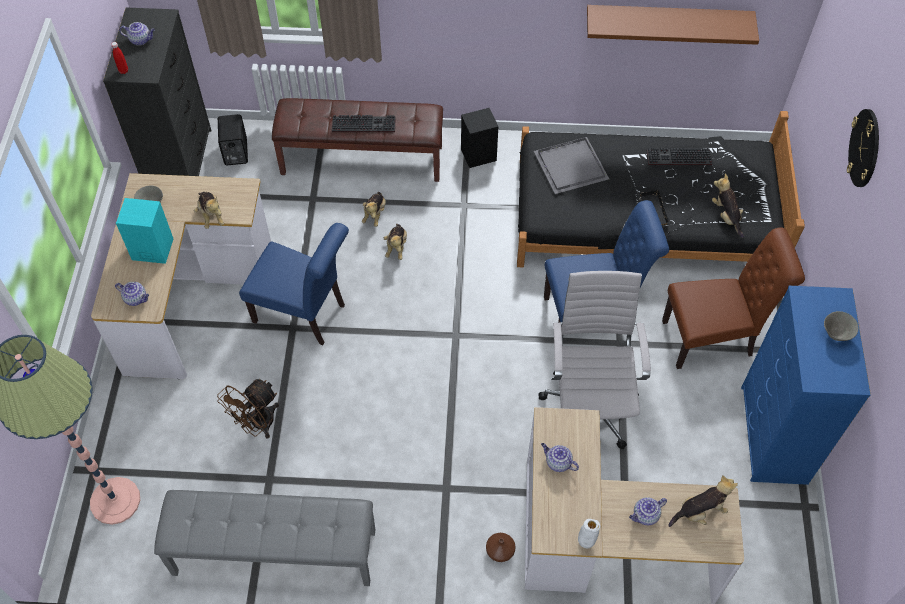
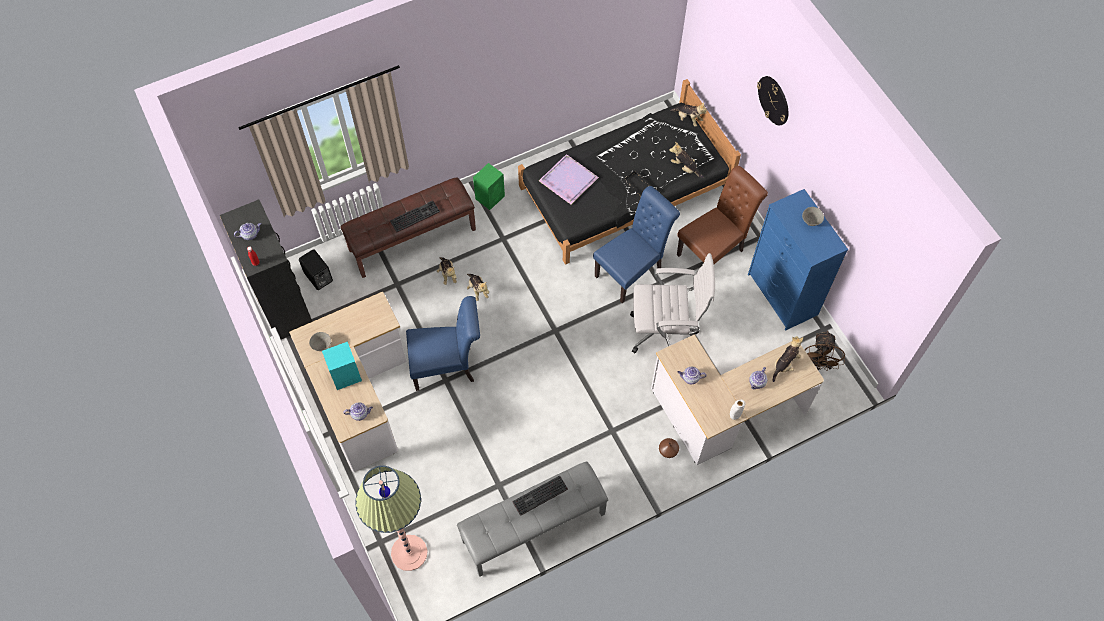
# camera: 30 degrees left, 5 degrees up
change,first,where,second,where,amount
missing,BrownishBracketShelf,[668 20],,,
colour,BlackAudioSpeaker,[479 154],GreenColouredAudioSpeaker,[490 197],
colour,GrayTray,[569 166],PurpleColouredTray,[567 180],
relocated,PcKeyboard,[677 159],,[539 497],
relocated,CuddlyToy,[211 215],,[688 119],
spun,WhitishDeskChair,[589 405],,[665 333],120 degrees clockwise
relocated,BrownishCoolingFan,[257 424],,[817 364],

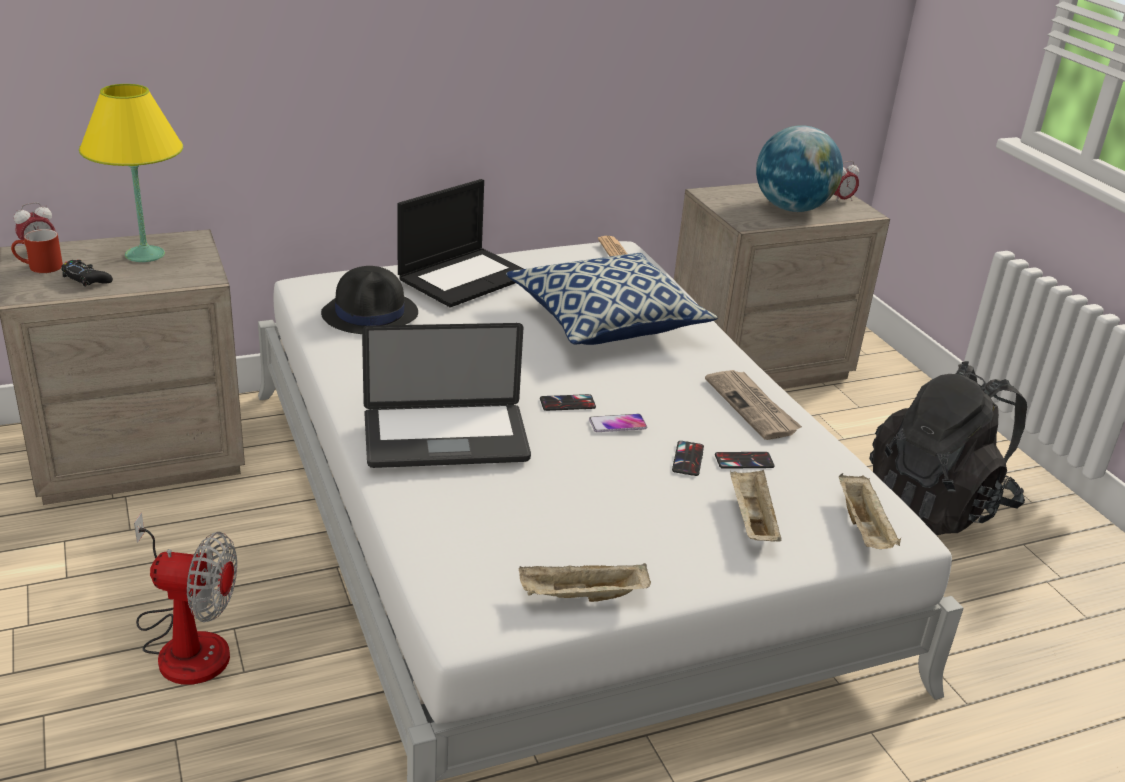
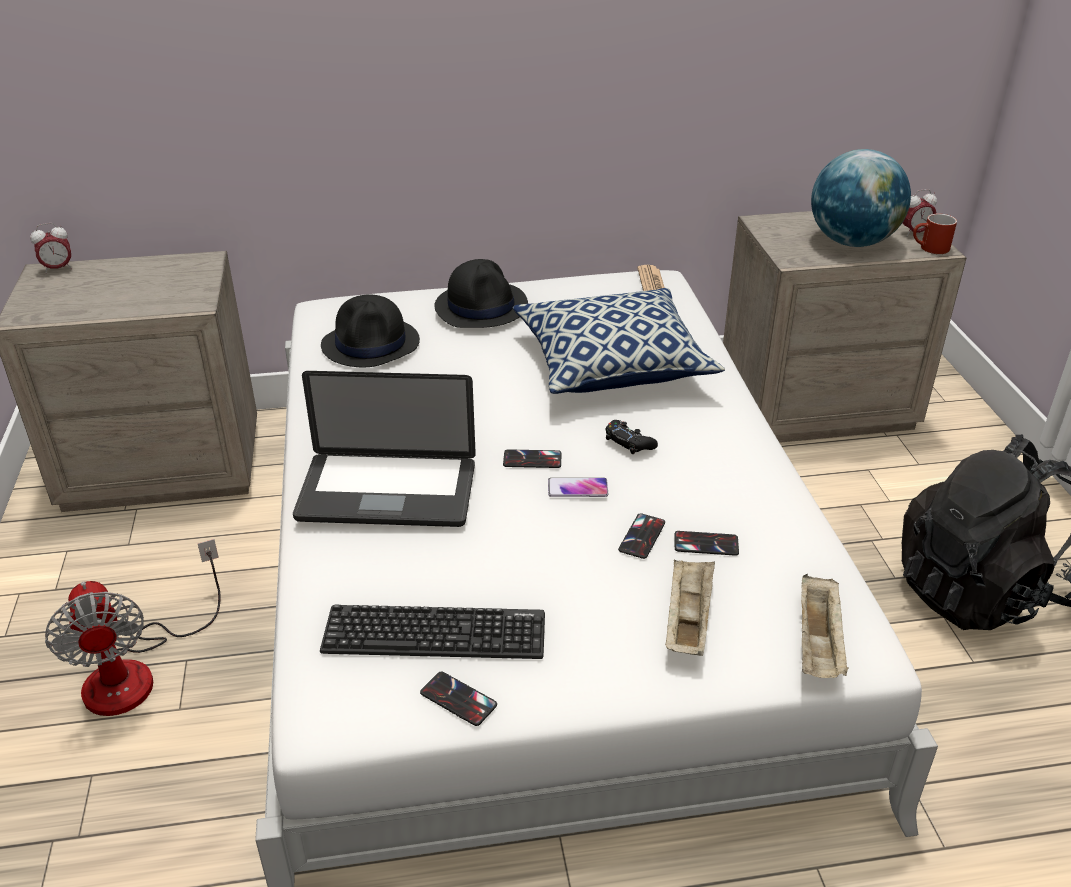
# camera: 15 degrees right, 5 degrees up
change,first,where,second,where,amount
missing,YellowColouredLampForATable,[145 255],,,
exchanged,Laptop,[465 277],BlackHat,[481 306],
relocated,RedColouredCoffeeMug,[39 267],,[929 249],
relocated,BlackGameController,[86 279],,[629 442],
missing,Newspaper,[752 407],,,
spun,CoolingFan,[186 642],,[137 670],45 degrees clockwise
exchanged,BeigeTray,[581 597],Handset,[458 699],
appeared,,,PcKeyboard,[434 633],

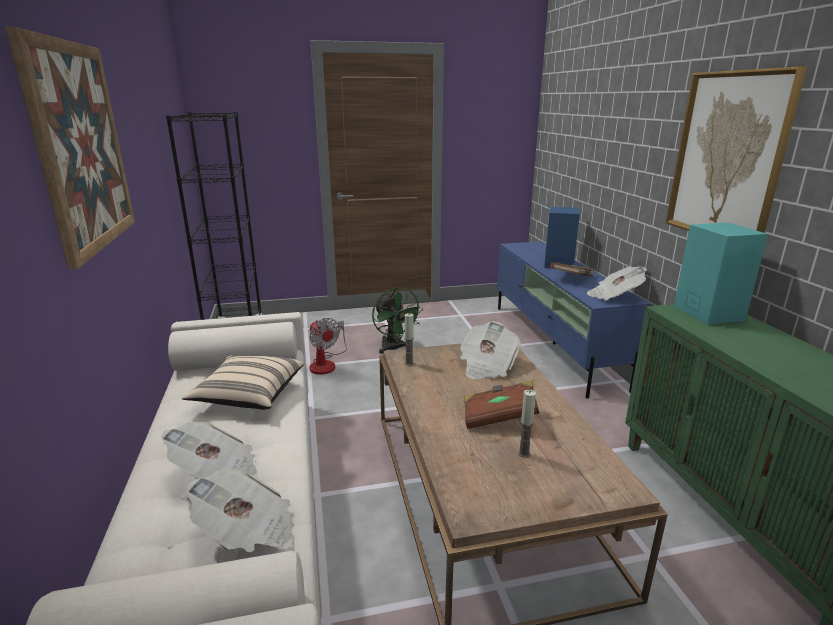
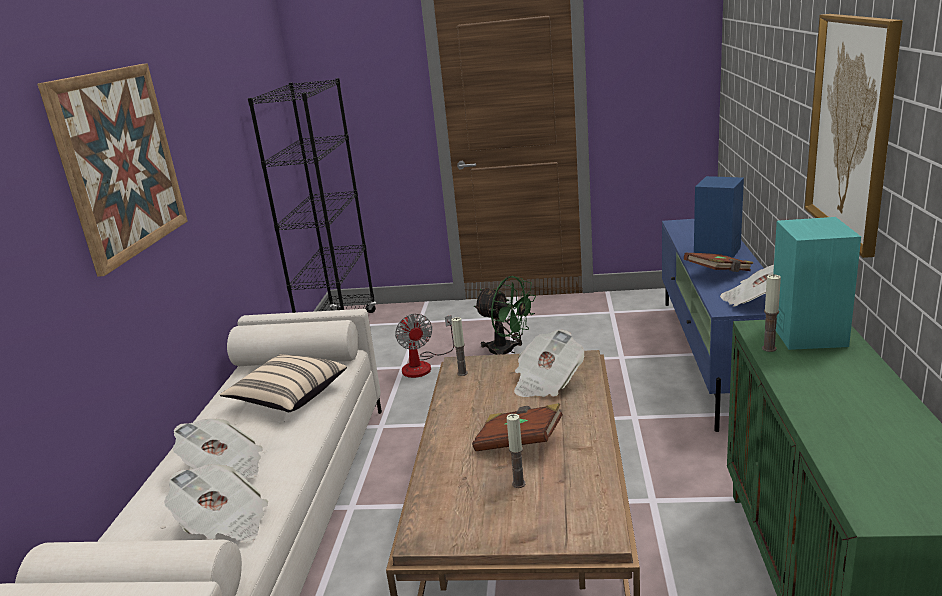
# camera: 20 degrees right, 0 degrees up
change,first,where,second,where,amount
spun,GreenColouredCoolingFan,[394 348],,[507 351],45 degrees counterclockwise
appeared,,,Candle,[769 348],

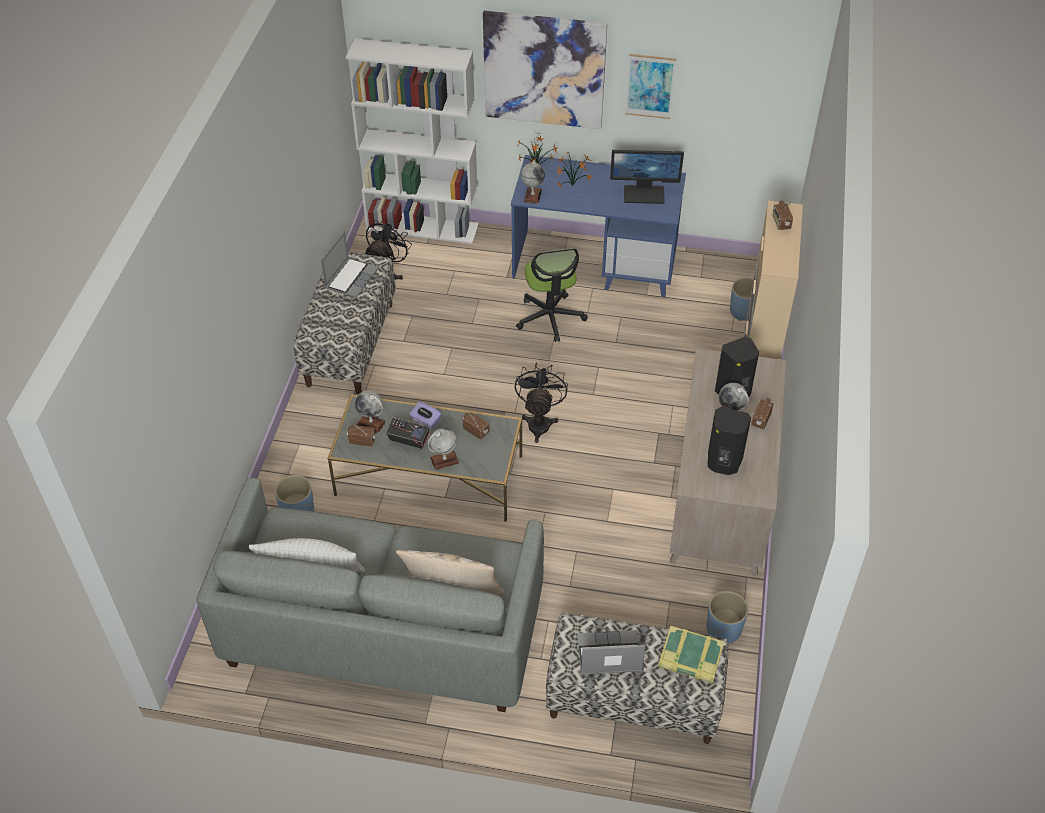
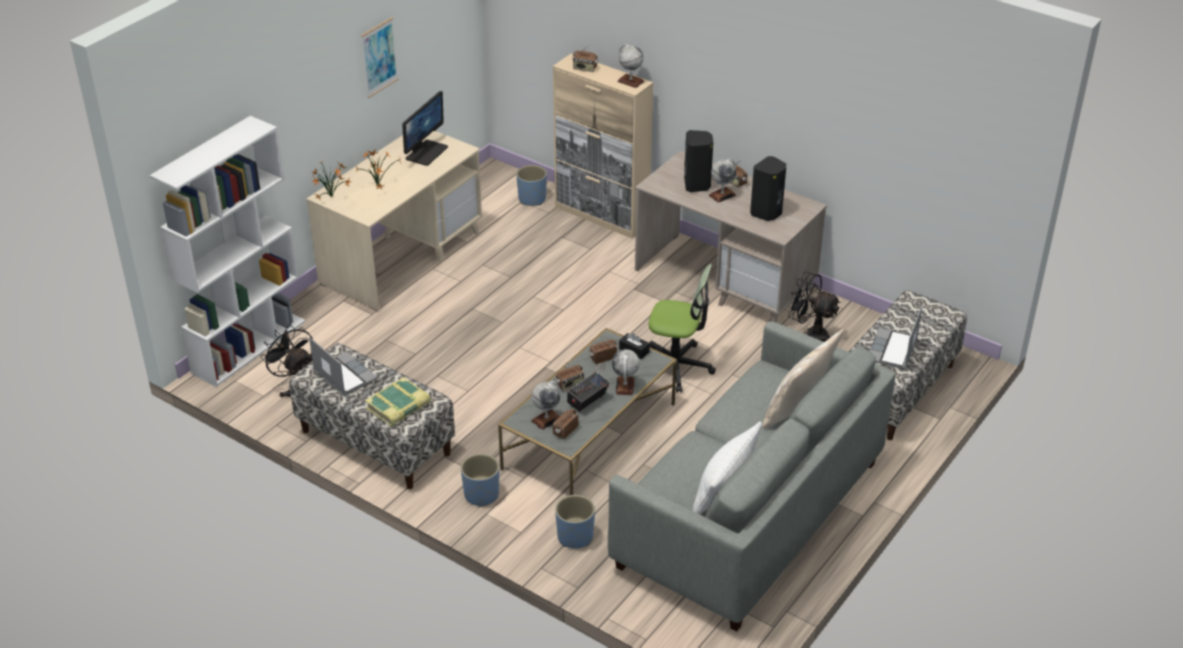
# camera: 65 degrees left, 10 degrees down
change,first,where,second,where,amount
missing,WallPicture,[544 70],,,
colour,BlueColouredDeskUnit,[596 263],BeigeDeskUnit,[402 256],
relocated,DeskGlobe,[532 196],,[630 81],
relocated,DeskChair,[550 317],,[676 367],
relocated,BlackCoolingFan,[539 422],,[810 334],
exchanged,PurpleColouredTissueHolder,[425 422],RadioReceiver,[570 385],
relocated,BlueColouredPlantPot,[723 628],,[481 495],
relocated,Volume,[690 659],,[398 406],
appeared,,,BlackTissueHolder,[634 350],

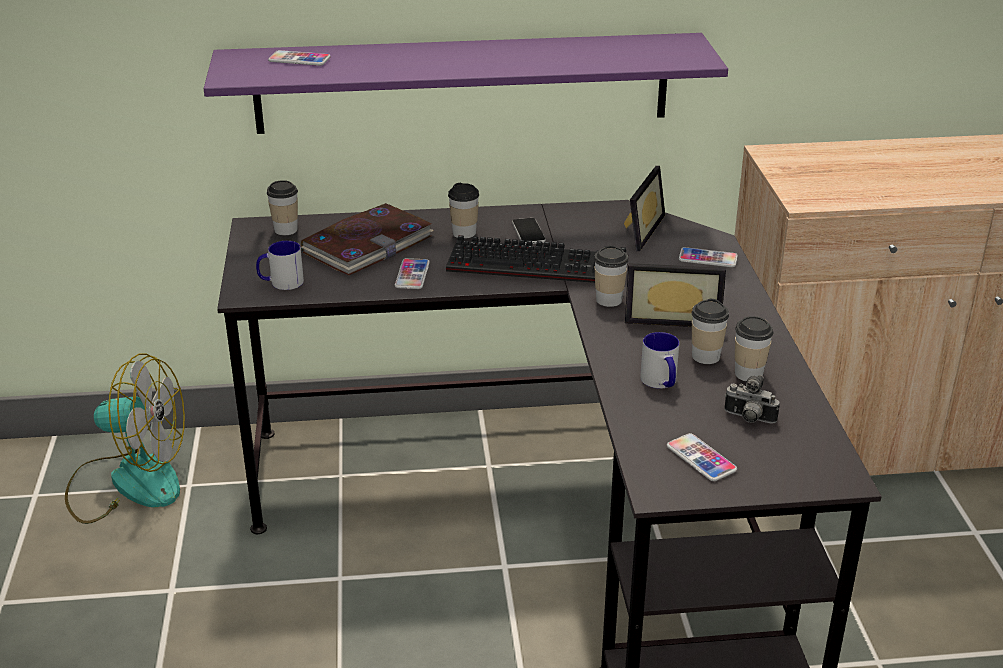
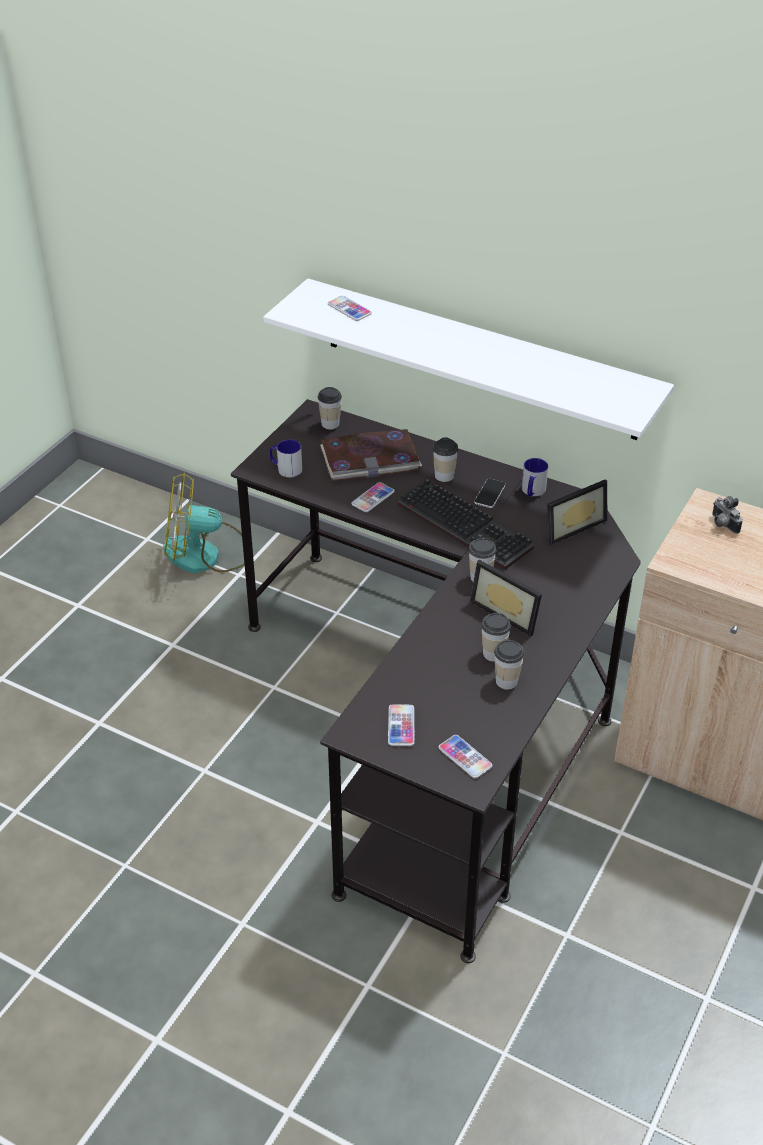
# camera: 35 degrees right, 10 degrees up
change,first,where,second,where,amount
colour,PurpleColouredBracketShelf,[462 83],WhitishBracketShelf,[479 359],
relocated,Handset,[708 258],,[465 757],
relocated,CoffeeMug,[661 382],,[532 492],
spun,CoolingFan,[128 481],,[205 555],135 degrees clockwise
relocated,StillCamera,[748 419],,[722 525],

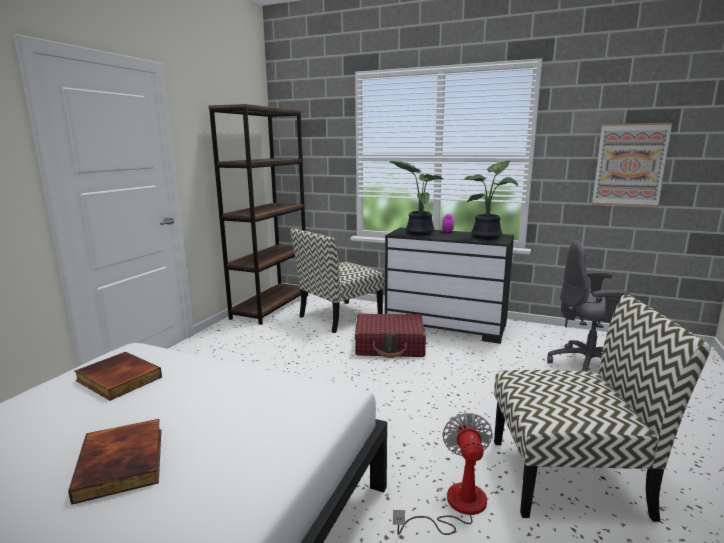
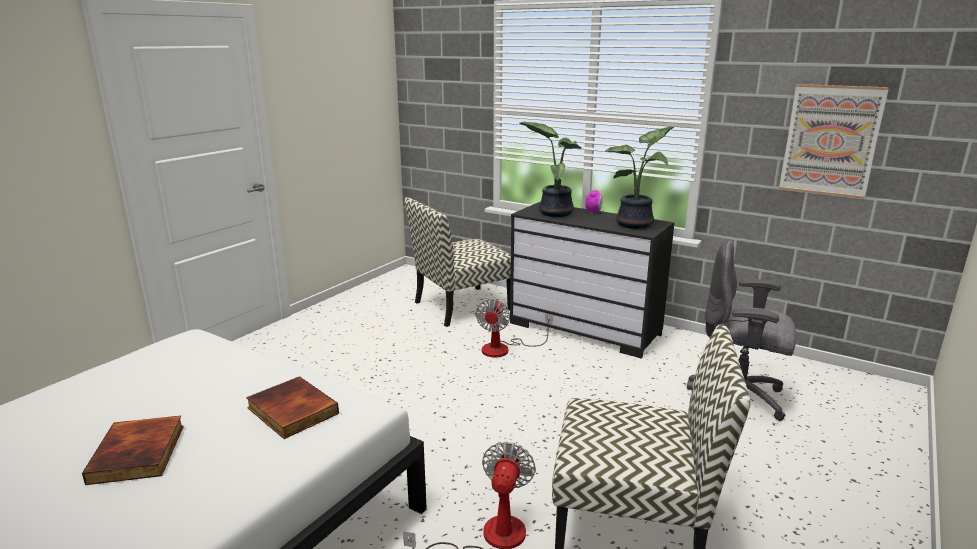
# camera: 10 degrees right, 5 degrees up
change,first,where,second,where,amount
missing,BrownishBookshelf,[271 306],,,
exchanged,RedColouredSuitcase,[390 345],CoolingFan,[504 349],
relocated,Volume,[117 379],,[291 411],

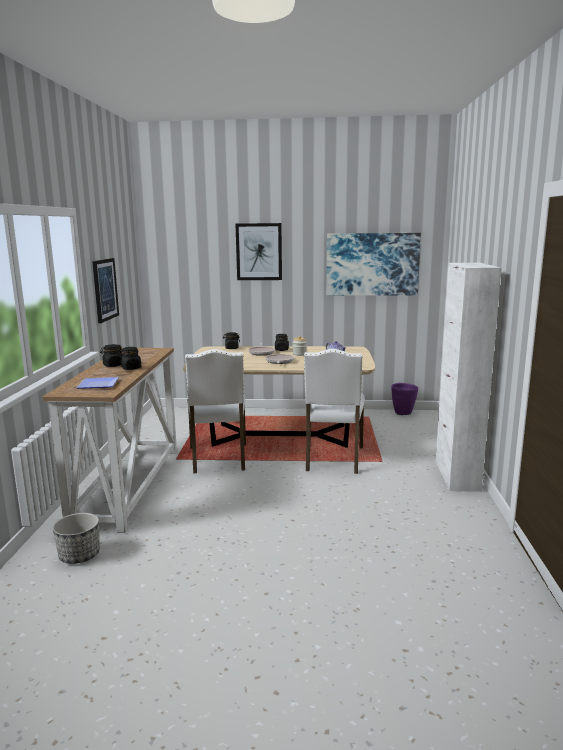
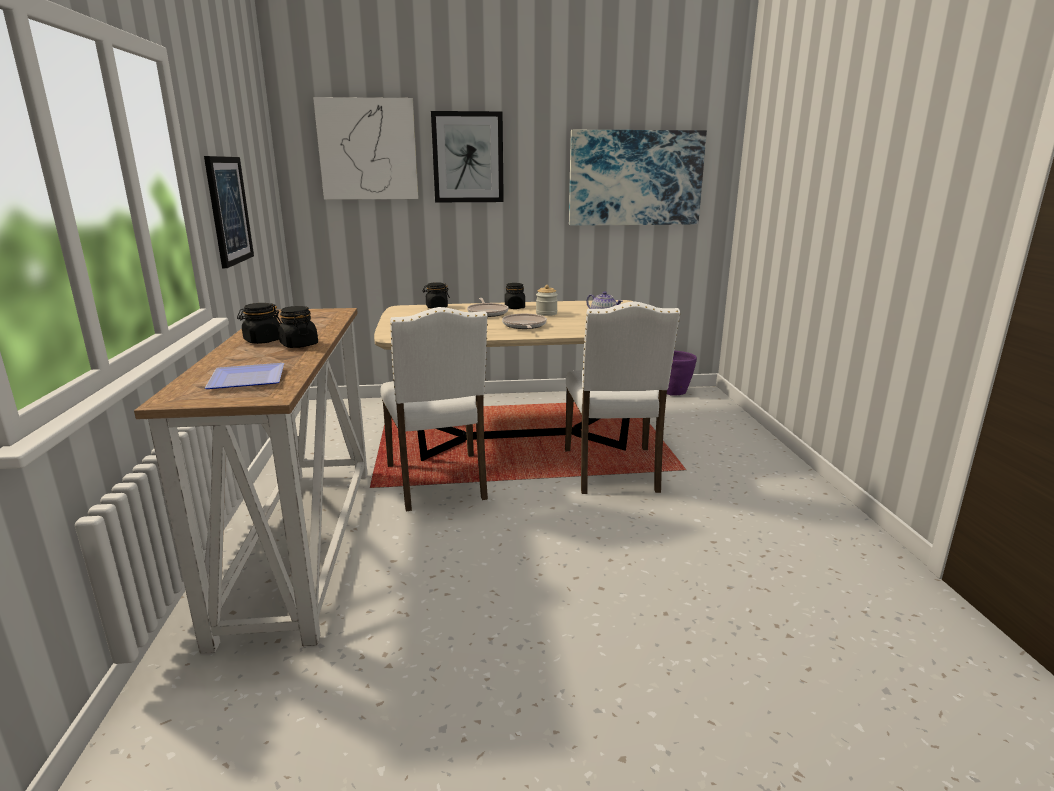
# camera: 10 degrees left, 5 degrees up
change,first,where,second,where,amount
missing,WhitishStorageCabinet,[456 476],,,
missing,PlantPot,[79 555],,,
appeared,,,WallPicture,[368 149],

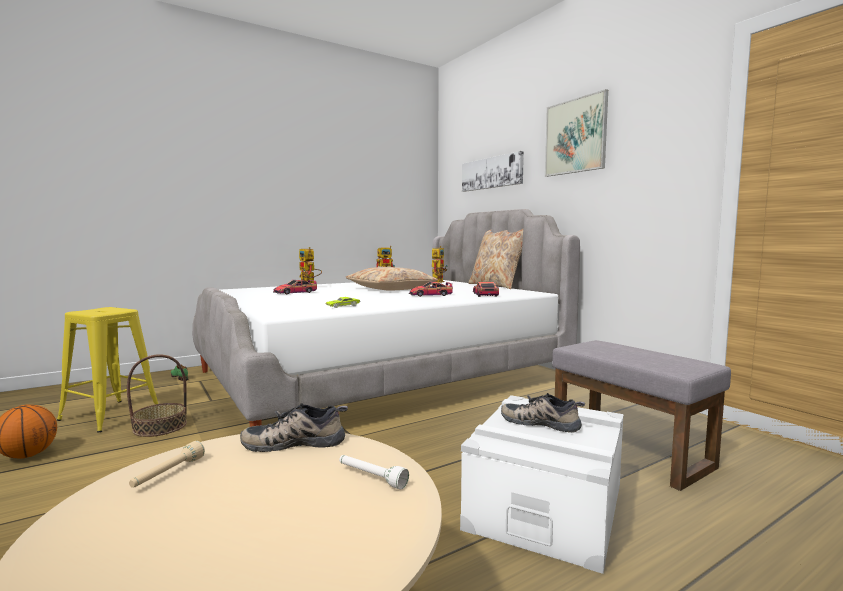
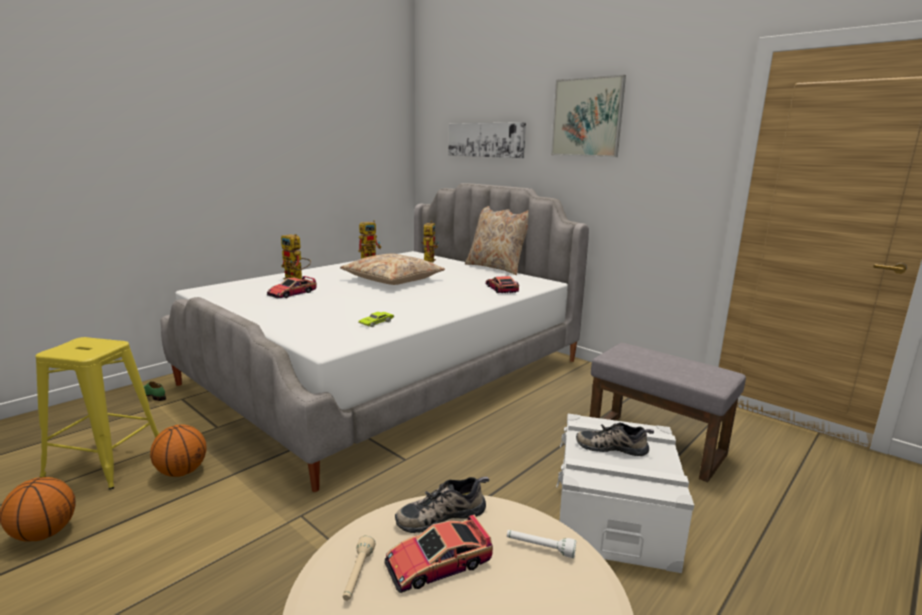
# camera: 15 degrees left, 10 degrees up
change,first,where,second,where,amount
relocated,ToyCar,[430 295],,[437 563],
exchanged,StorageBasket,[160 427],Basketball,[182 472],

